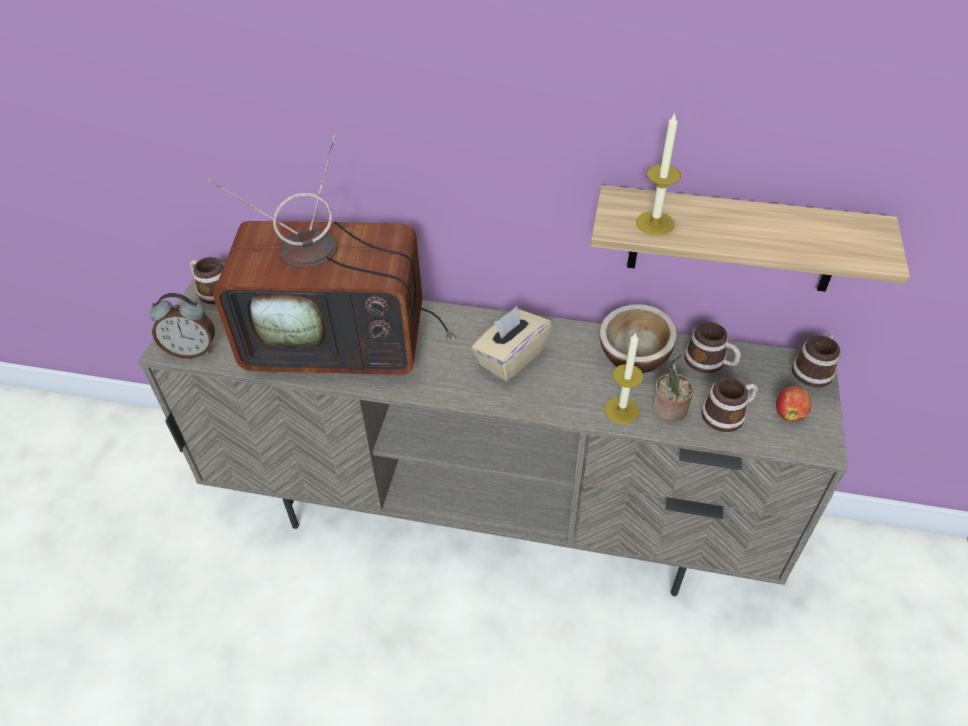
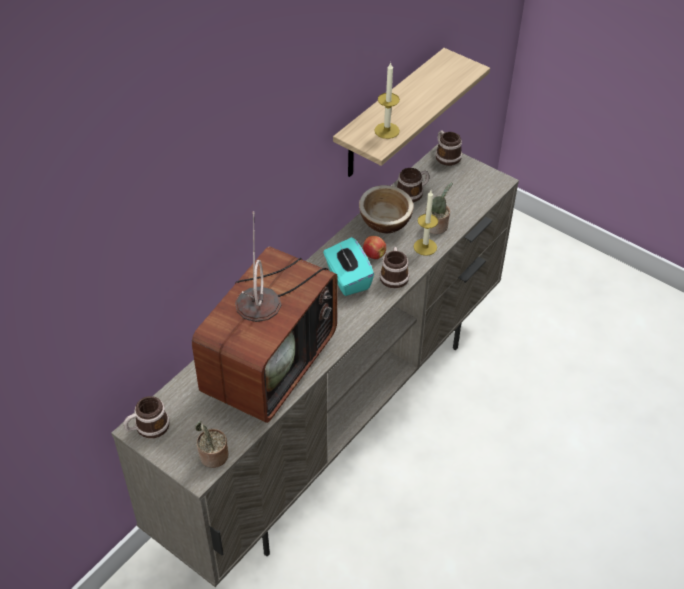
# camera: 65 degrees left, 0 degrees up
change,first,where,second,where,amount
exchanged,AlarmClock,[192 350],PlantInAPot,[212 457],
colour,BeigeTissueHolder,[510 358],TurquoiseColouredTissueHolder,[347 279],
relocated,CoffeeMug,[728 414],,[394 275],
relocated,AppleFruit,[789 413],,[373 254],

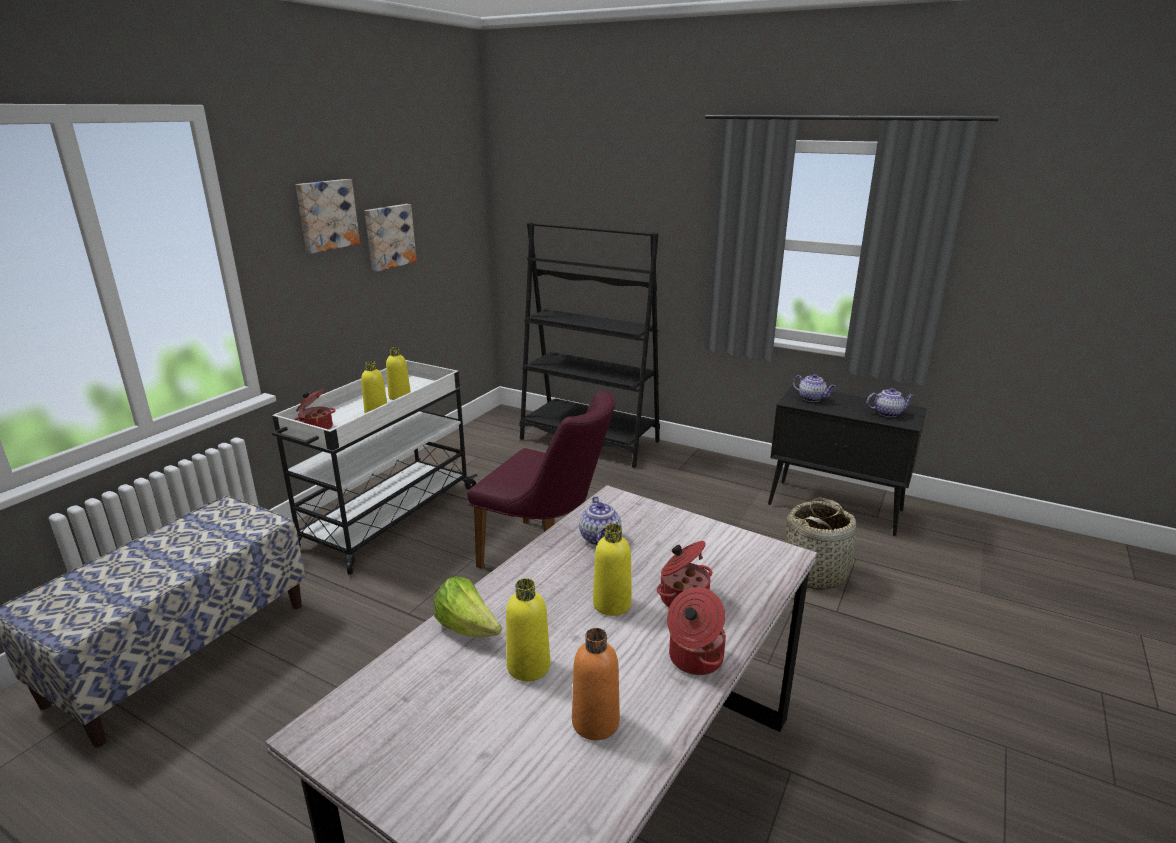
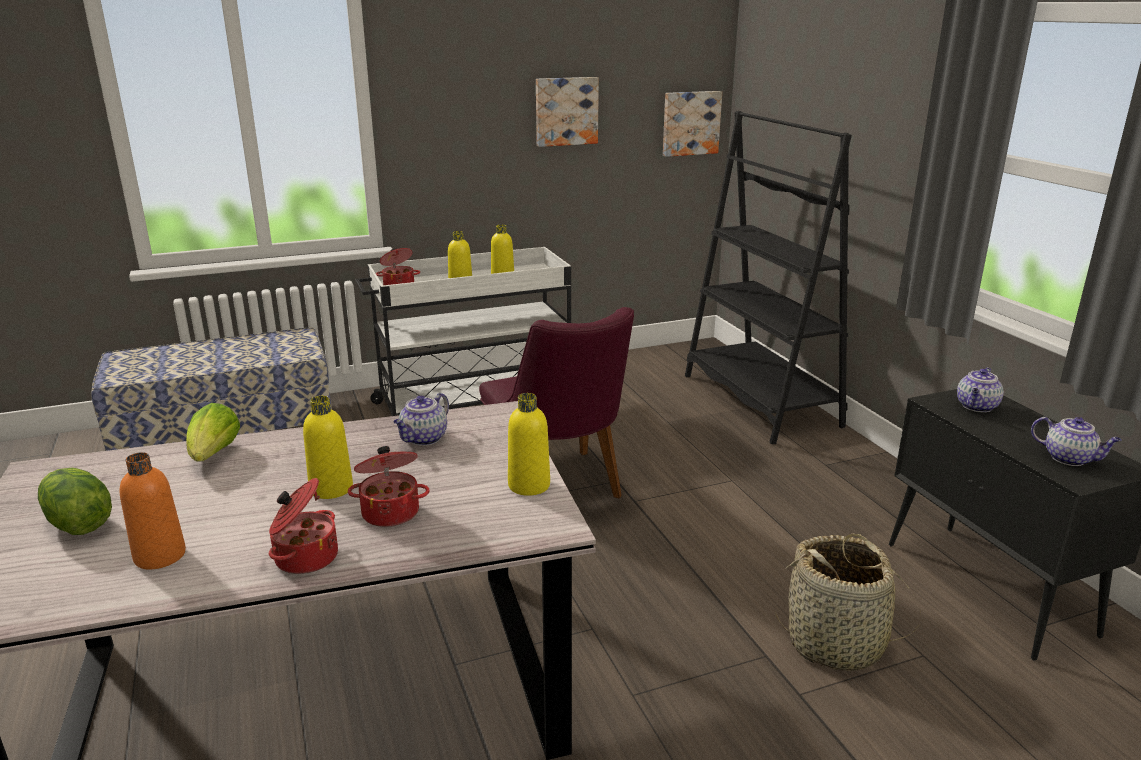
# camera: 40 degrees right, 0 degrees up
change,first,where,second,where,amount
relocated,WallPicture,[326 215],,[690 123],
spun,PotForTea,[812 398],,[977 407],45 degrees clockwise
relocated,YellowColouredBeverageBottle,[528 666],,[529 485],
appeared,,,HeadOfLettuce,[77 524],

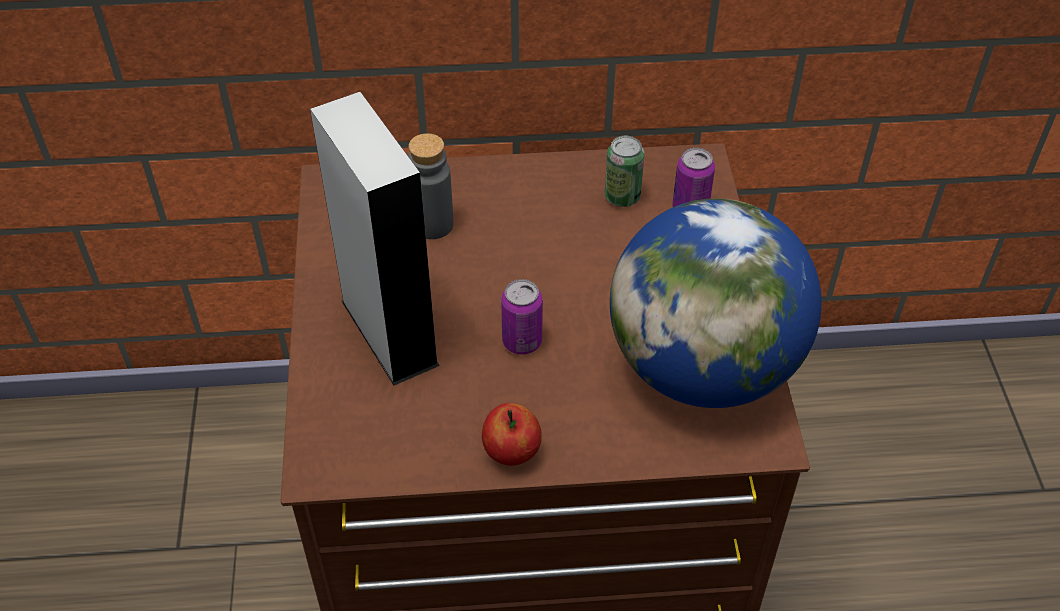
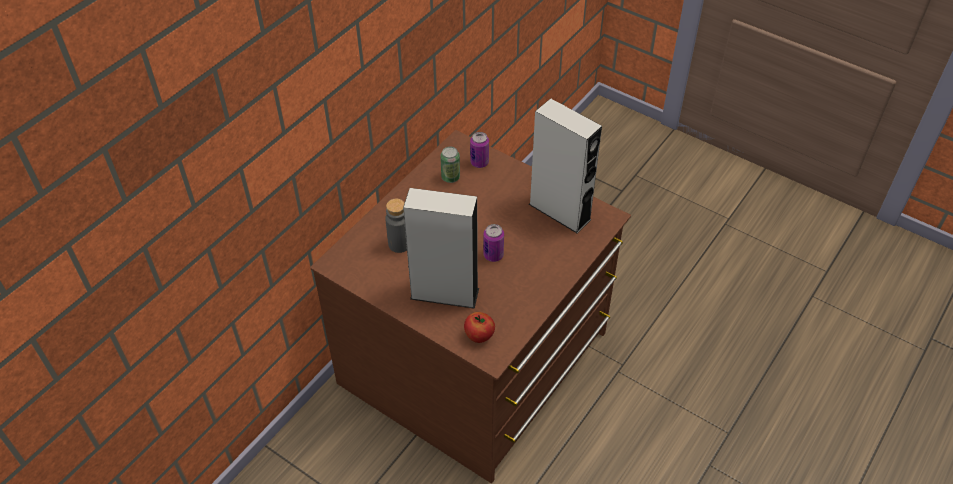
# camera: 50 degrees left, 0 degrees up
change,first,where,second,where,amount
exchanged,DeskGlobe,[703 367],GrayAudioSpeaker,[560 212],
relocated,AppleFruit,[512 452],,[479 336],

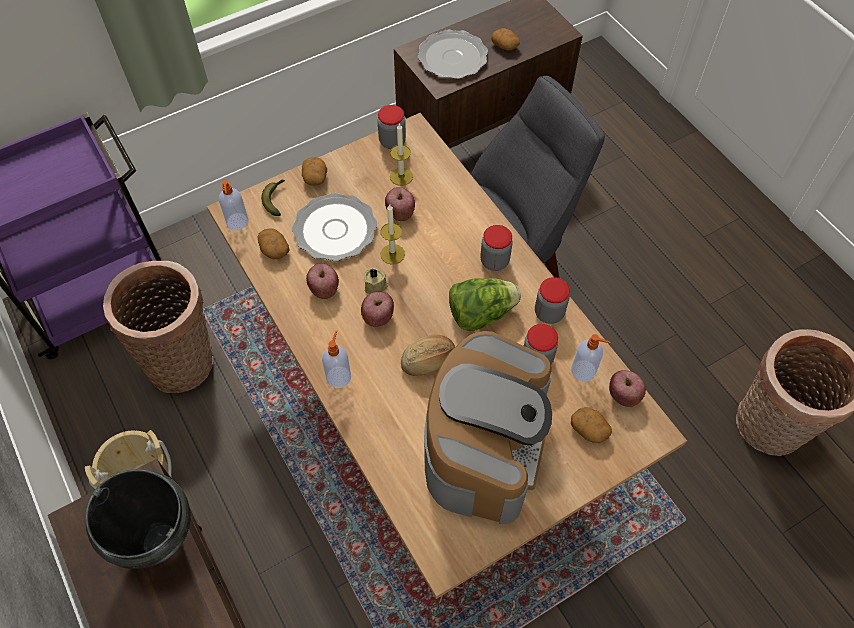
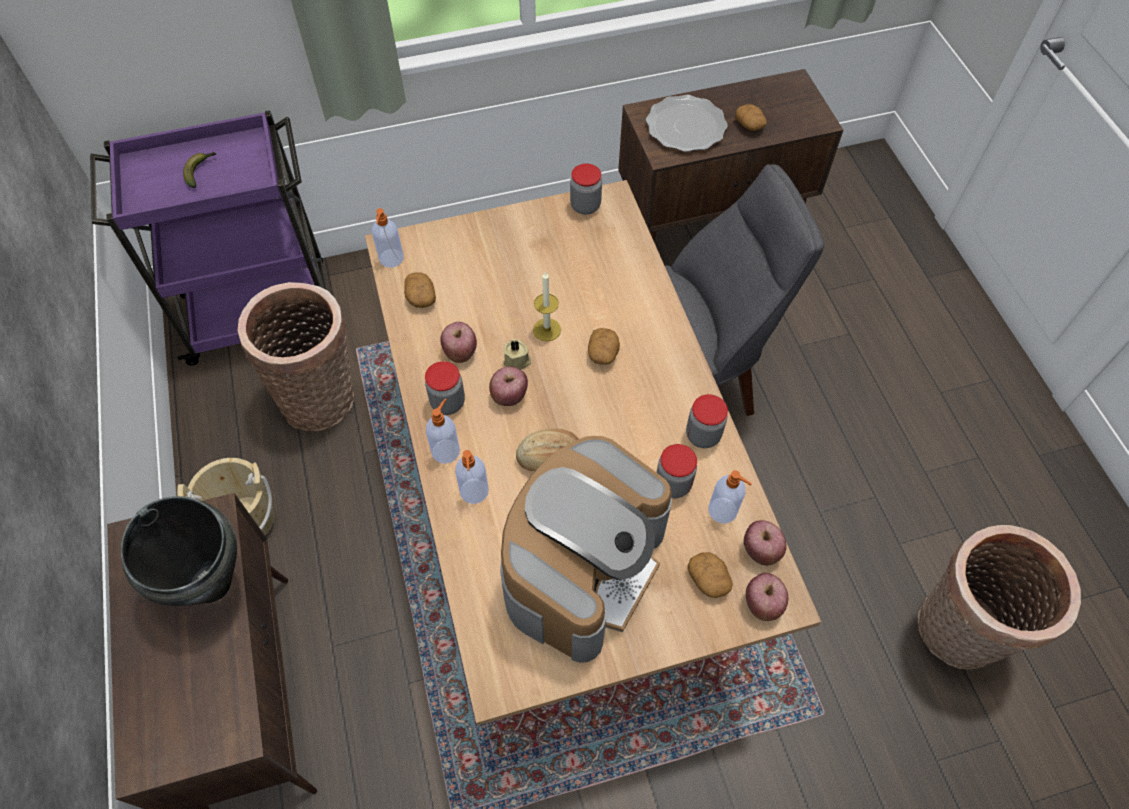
# camera: 15 degrees right, 0 degrees up
change,first,where,second,where,amount
missing,Candle,[401 176],,,
relocated,Spud,[315 178],,[603 353],
relocated,WholeBanana,[275 199],,[200 171],
relocated,AppleFruit,[400 213],,[762 604],
missing,DinnerPlate,[334 230],,,
relocated,PreserveJar,[494 261],,[448 402],
missing,HeadOfLettuce,[481 314],,,
appeared,,,SoapDispenser,[474 492],

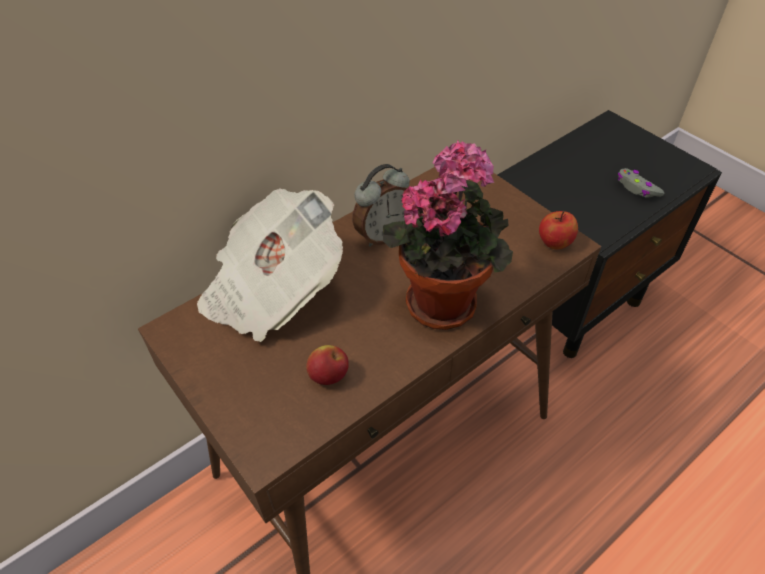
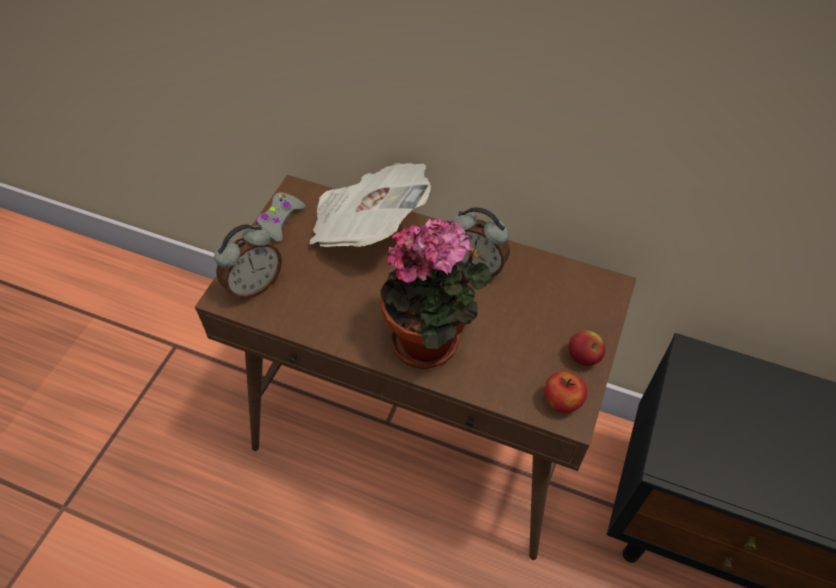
# camera: 60 degrees right, 5 degrees up
change,first,where,second,where,amount
relocated,GrayGameController,[637 188],,[280 221],
relocated,AppleFruit,[328 376],,[583 357],
appeared,,,AlarmClock,[254 285],

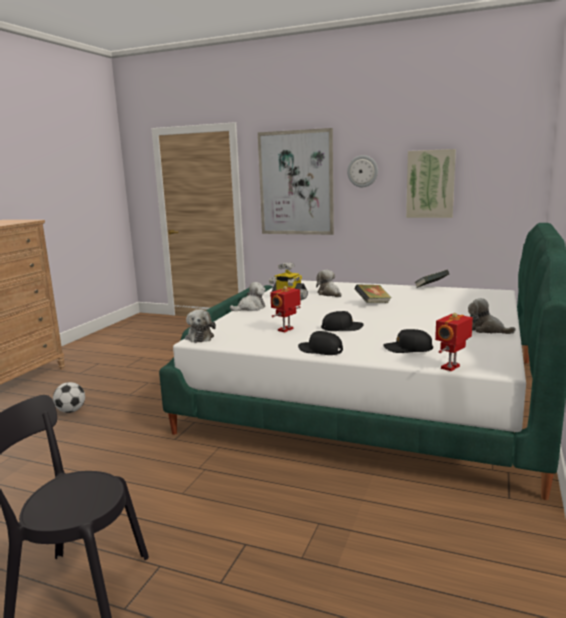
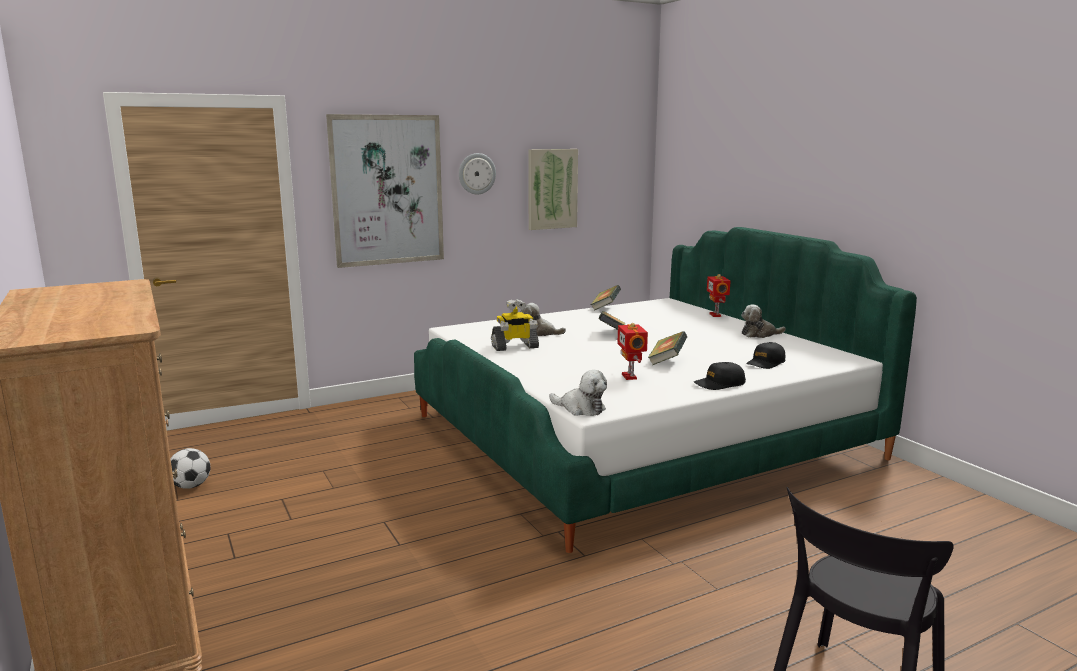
# camera: 50 degrees left, 0 degrees up
change,first,where,second,where,amount
missing,CuddlyToy,[250 308],,,
exchanged,BlackCap,[342 328],Volume,[667 361],
relocated,RobotFigure,[451 367],,[716 315],
relocated,FootballBall,[71 411],,[190 486],

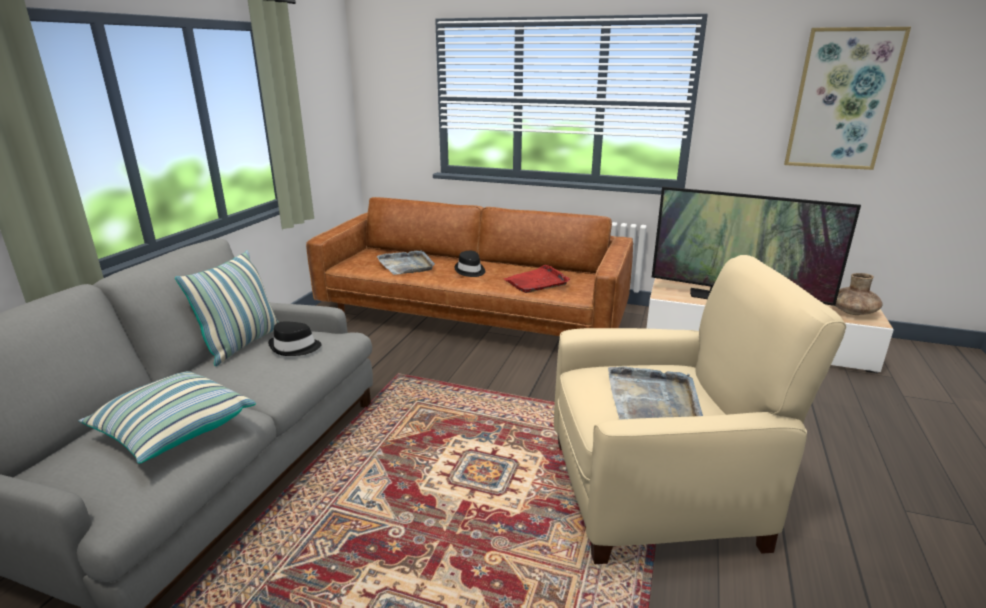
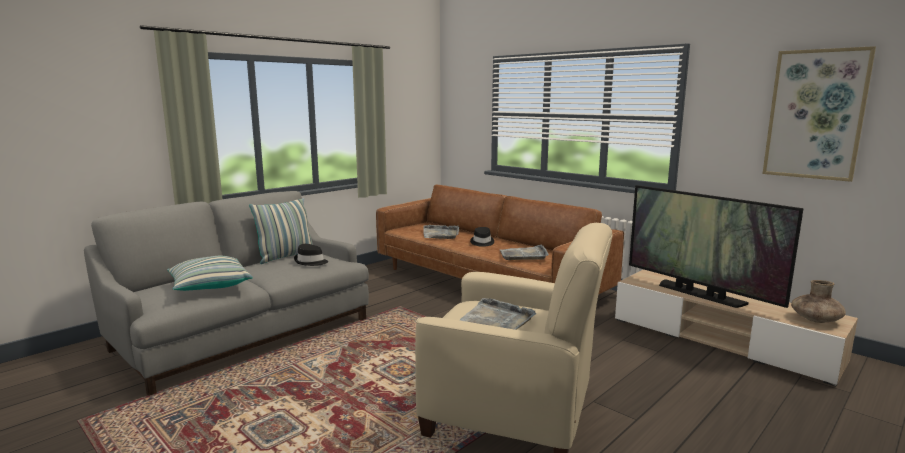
# camera: 25 degrees right, 10 degrees down
change,first,where,second,where,amount
colour,RedColouredTray,[536 282],GrayTray,[523 255],

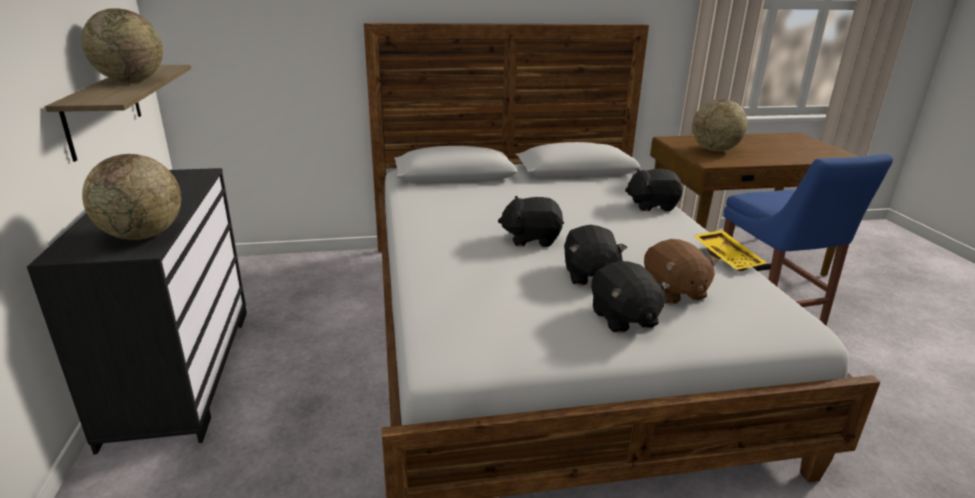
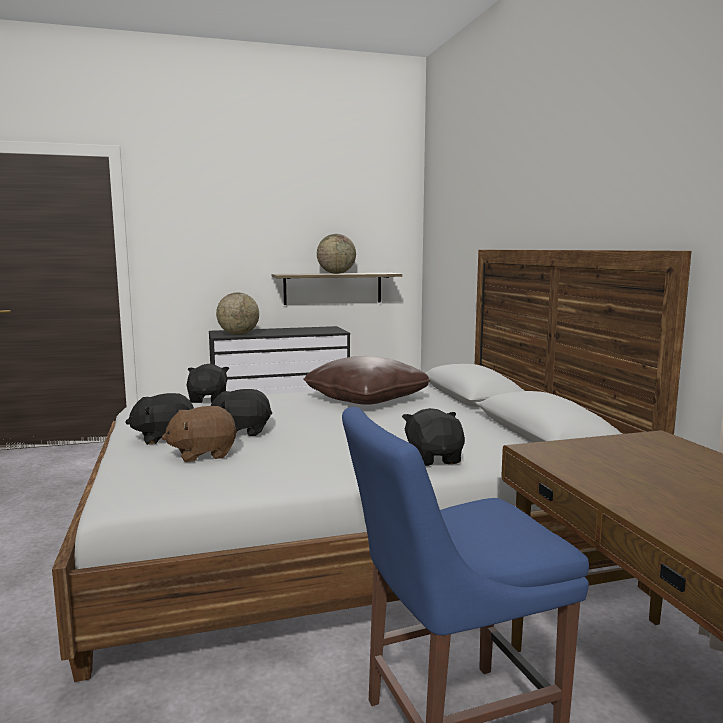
# camera: 85 degrees right, 15 degrees down
change,first,where,second,where,amount
missing,DeskGlobe,[714 150],,,
relocated,BlackCuddlyToy,[531 239],,[208 400],
missing,YellowColouredTray,[728 257],,,
appeared,,,BrownishCushion,[366 399],

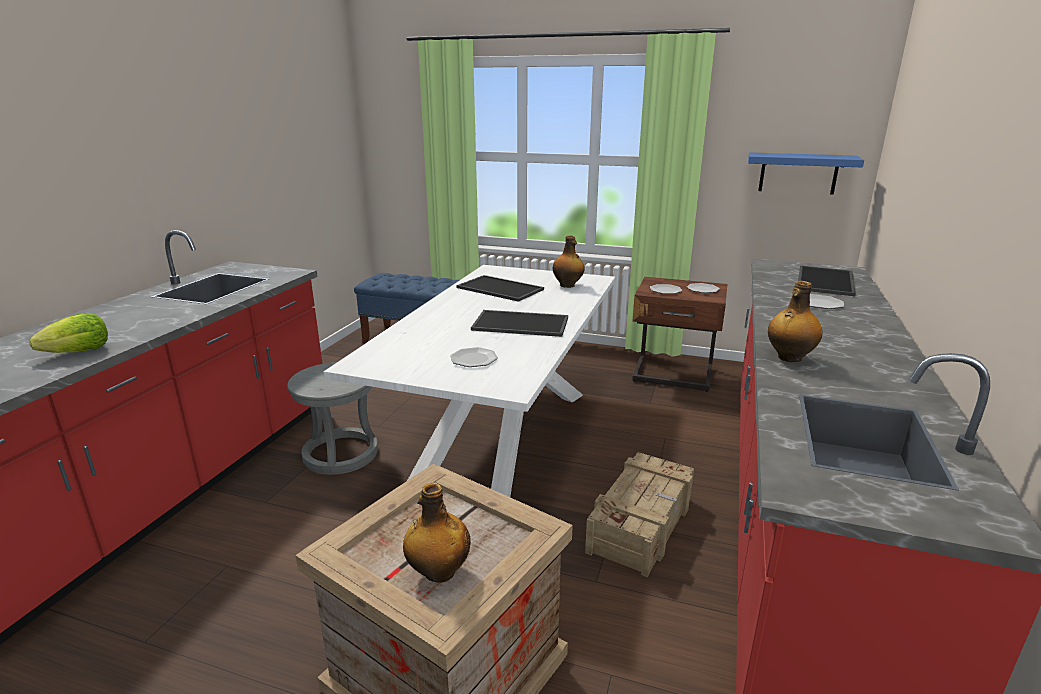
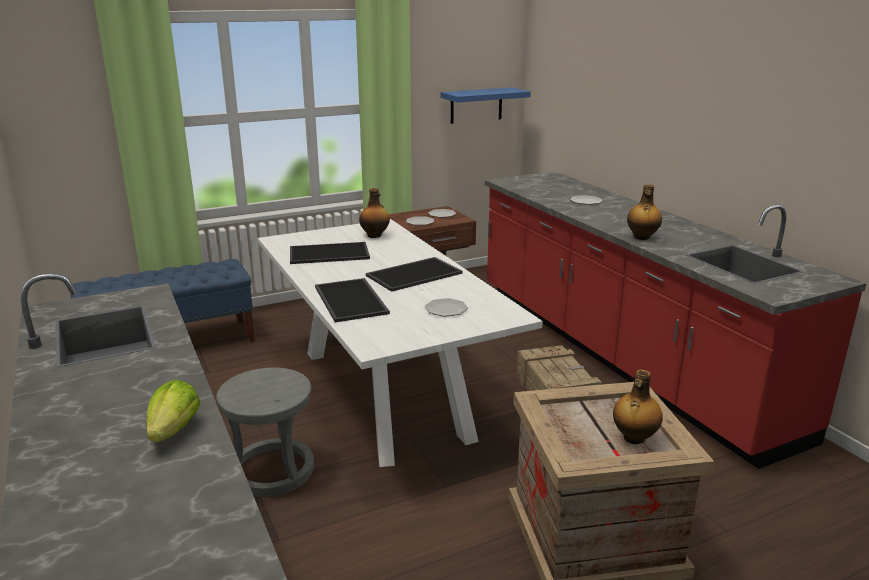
# camera: 45 degrees left, 0 degrees up
change,first,where,second,where,amount
relocated,Tray,[826 281],,[352 300],

